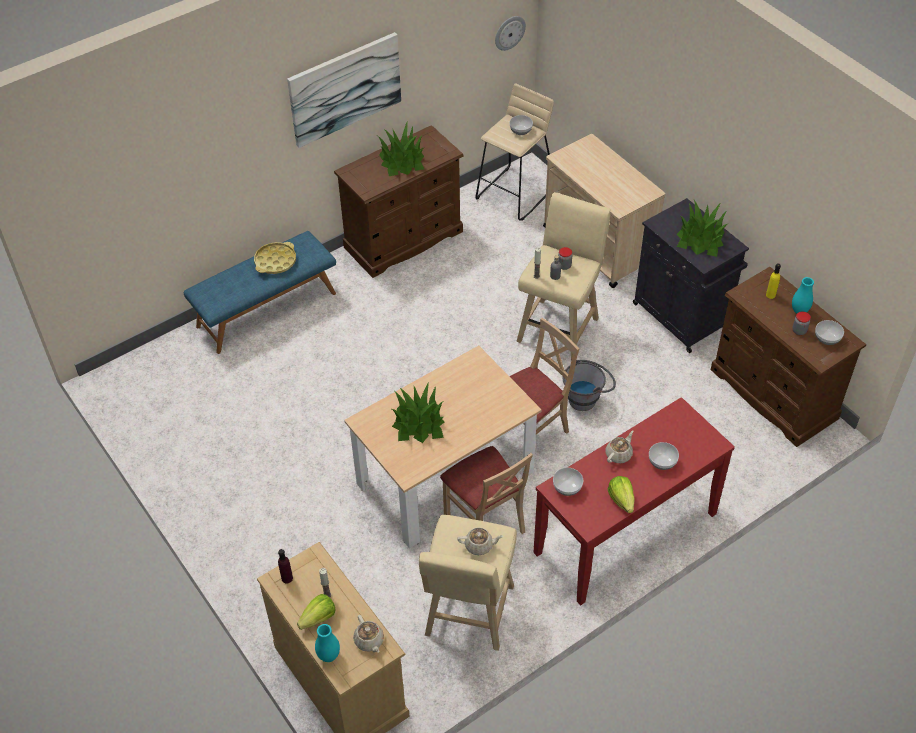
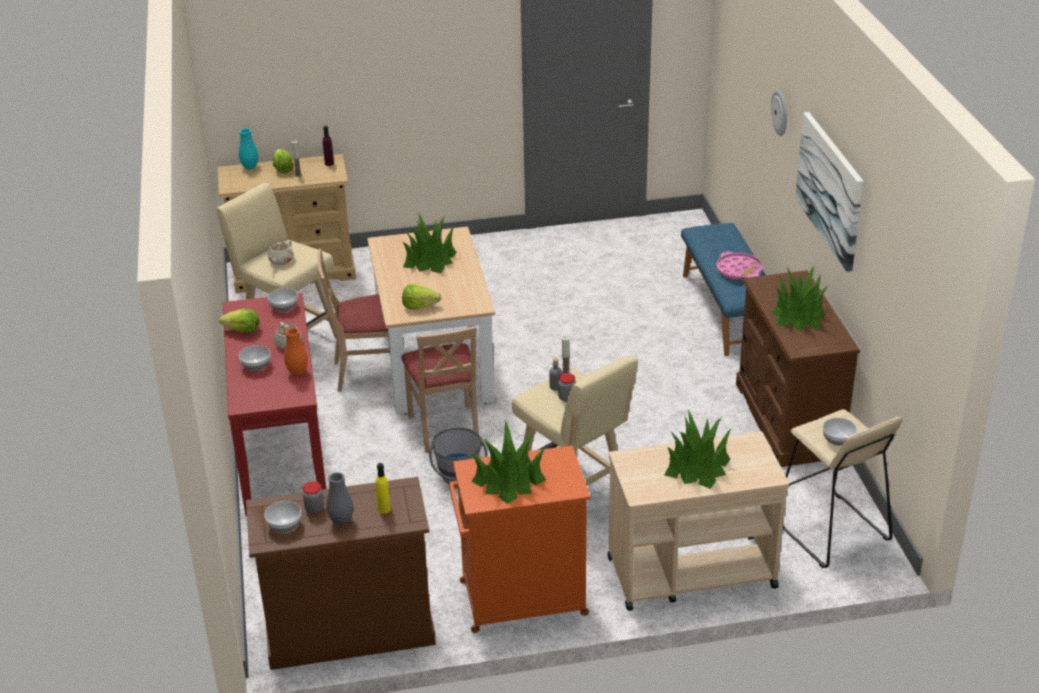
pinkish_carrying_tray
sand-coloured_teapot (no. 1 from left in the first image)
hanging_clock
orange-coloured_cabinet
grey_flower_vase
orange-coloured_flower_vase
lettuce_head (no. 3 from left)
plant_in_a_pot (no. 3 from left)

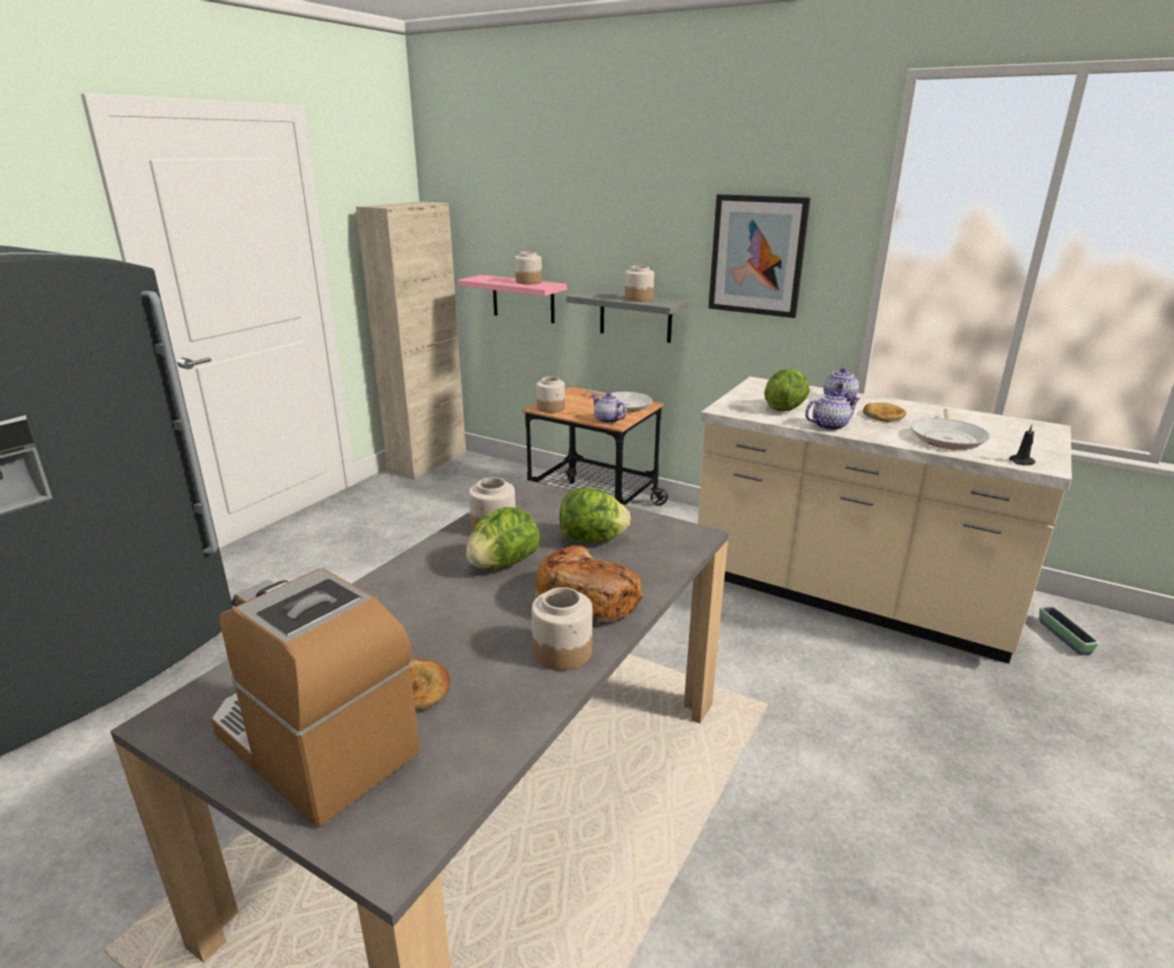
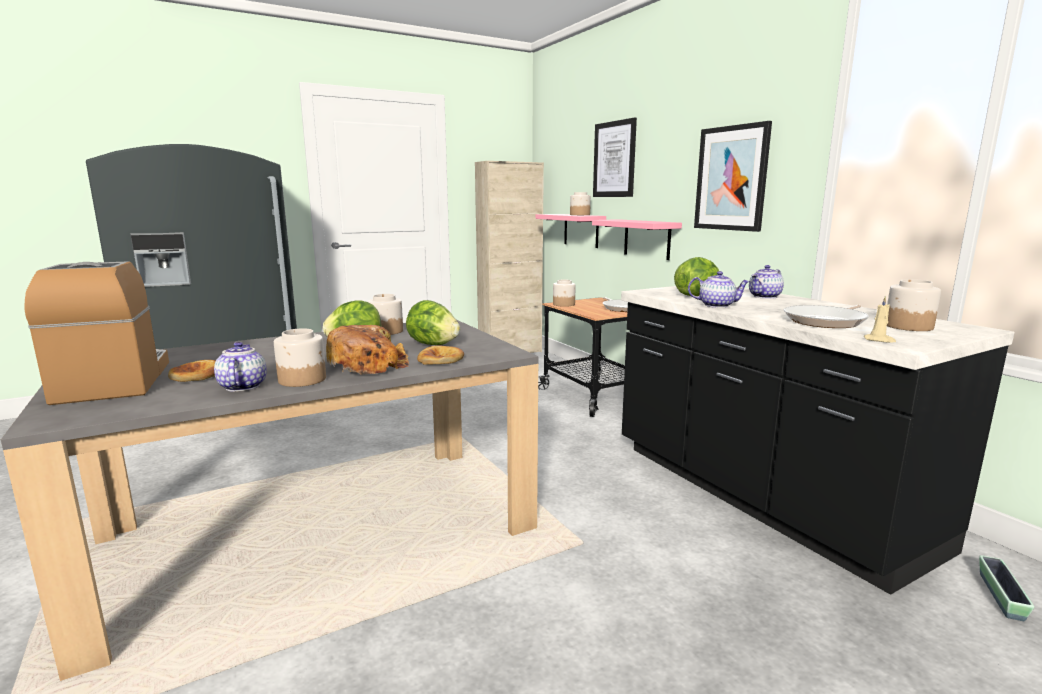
pinkish_shelf (no. 2 from left)
teapot (no. 1 from left)
jar (no. 5 from left)
black-coloured_kitchen_base_unit
bread (no. 3 from left)
sand-coloured_wax_candle
picture (no. 1 from left)

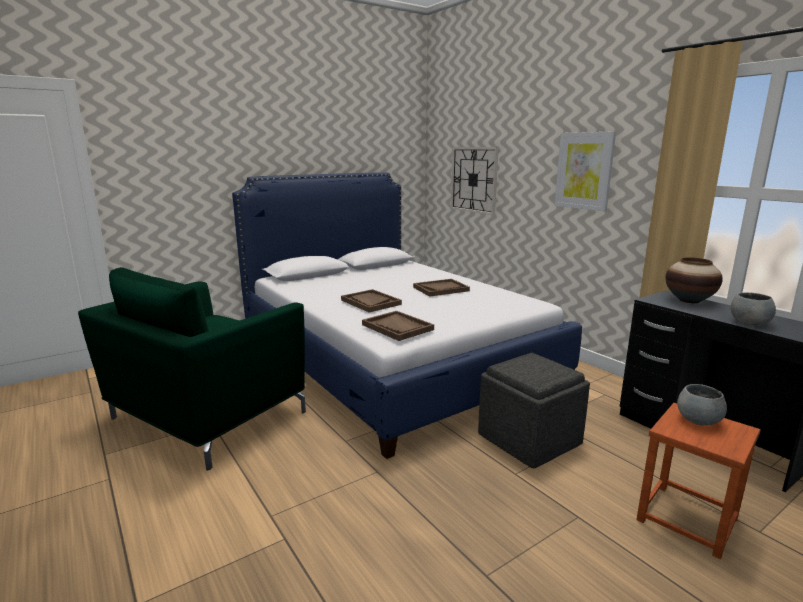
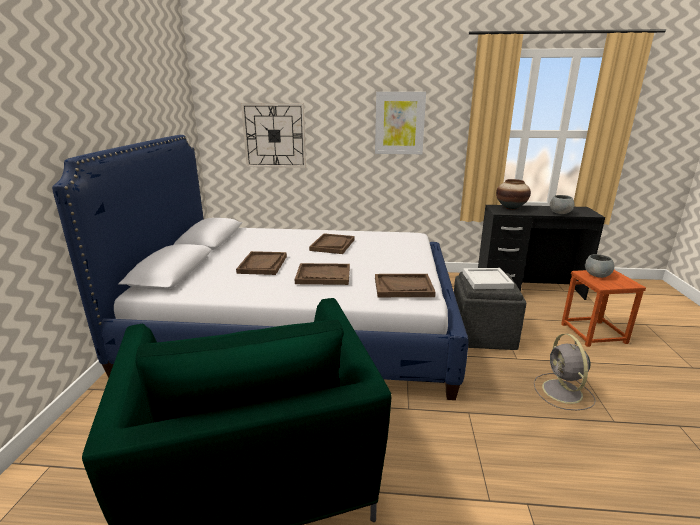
brown_carrying_tray (no. 1 from left)
whitish_carrying_tray
grey_fan

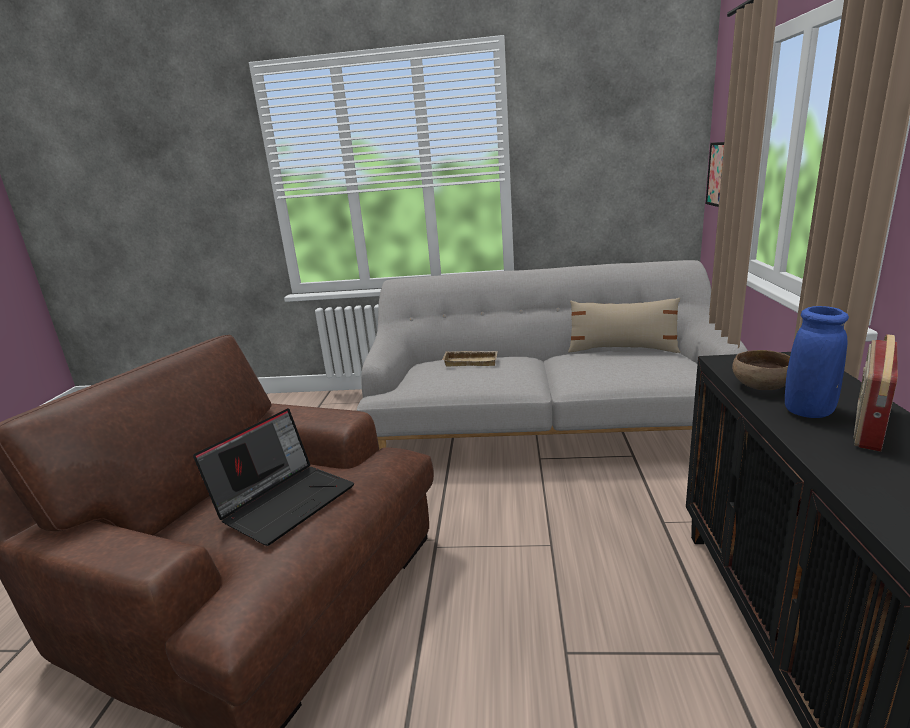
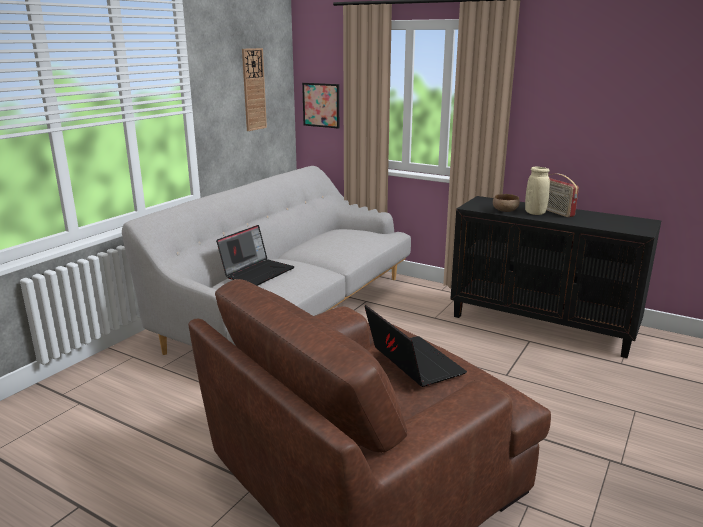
laptop (no. 1 from left)
sand-coloured_pillow
sand-coloured_flower_vase
hanging_clock

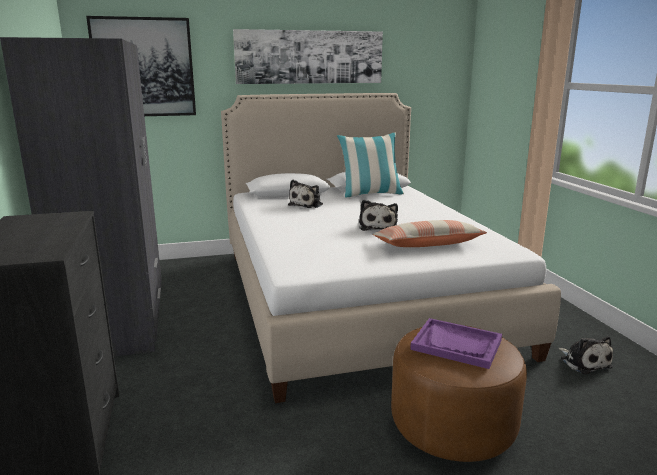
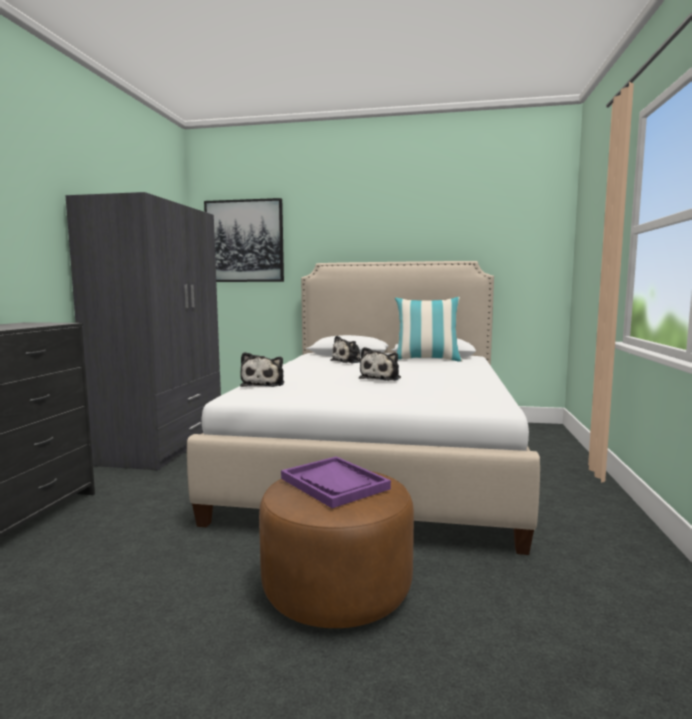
picture (no. 2 from left in the first image)
pillow (no. 2 from left in the first image)
plush_toy (no. 1 from left)

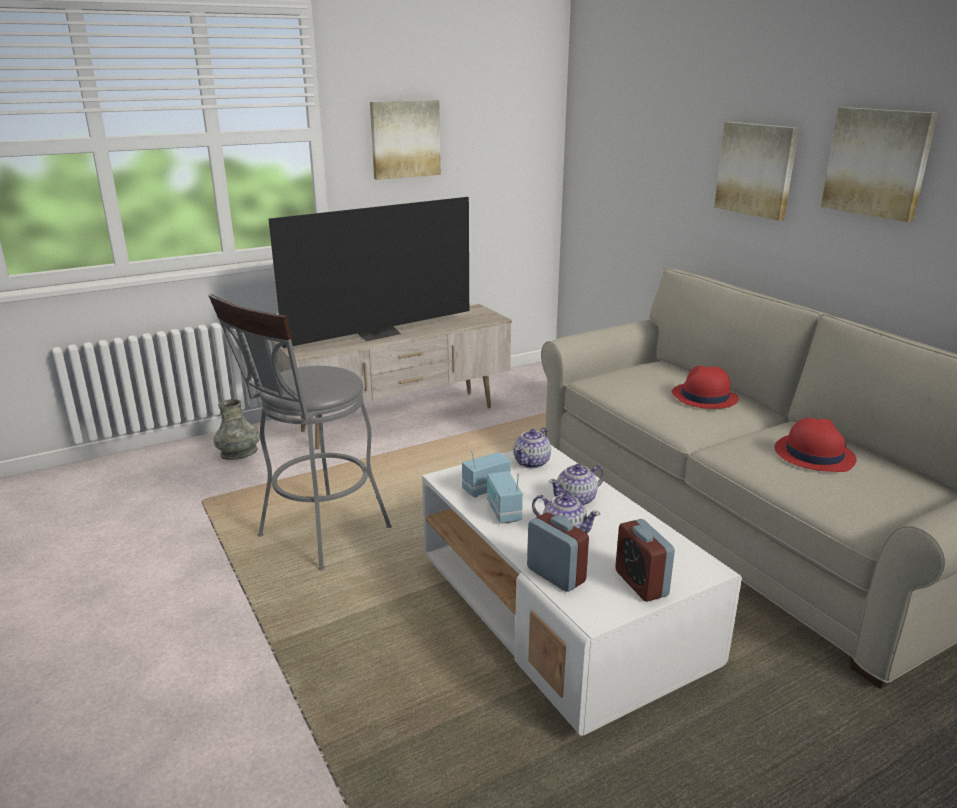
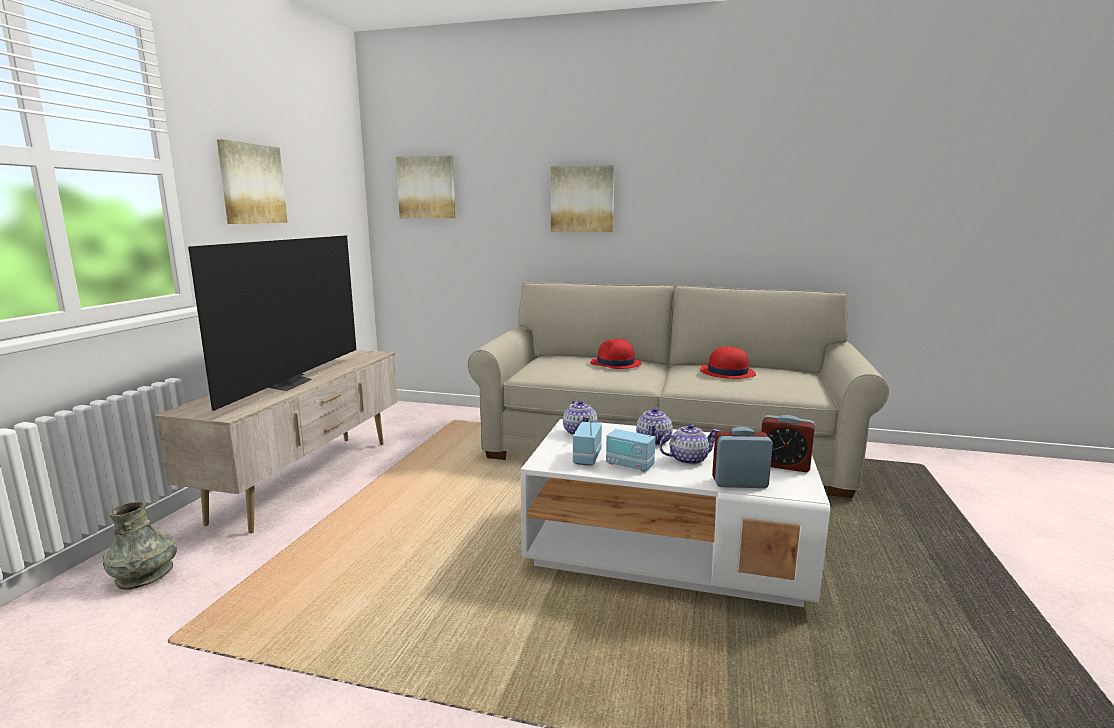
grey_sitting_stool
picture (no. 2 from left)

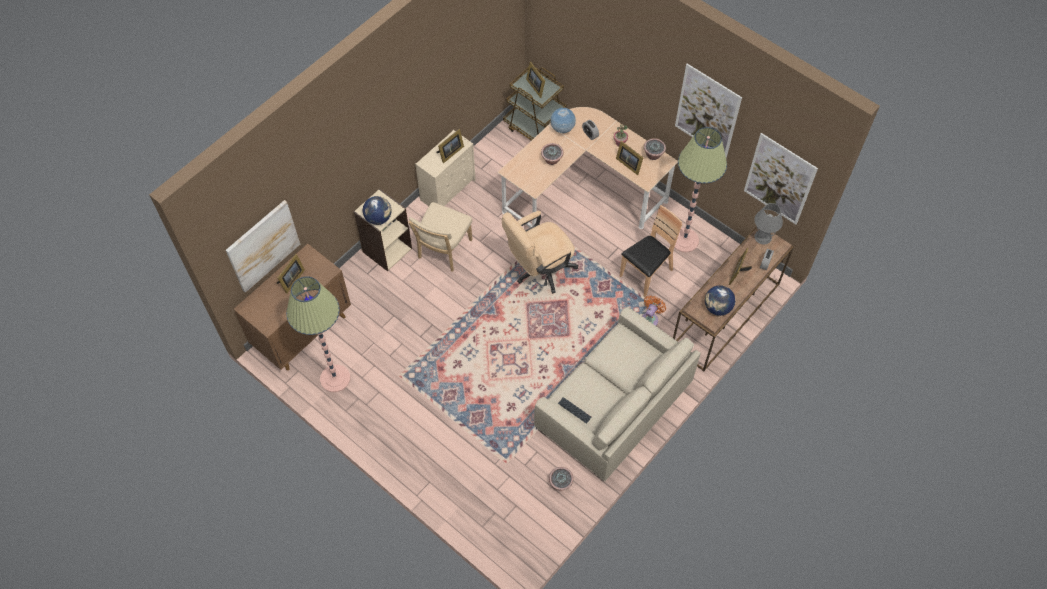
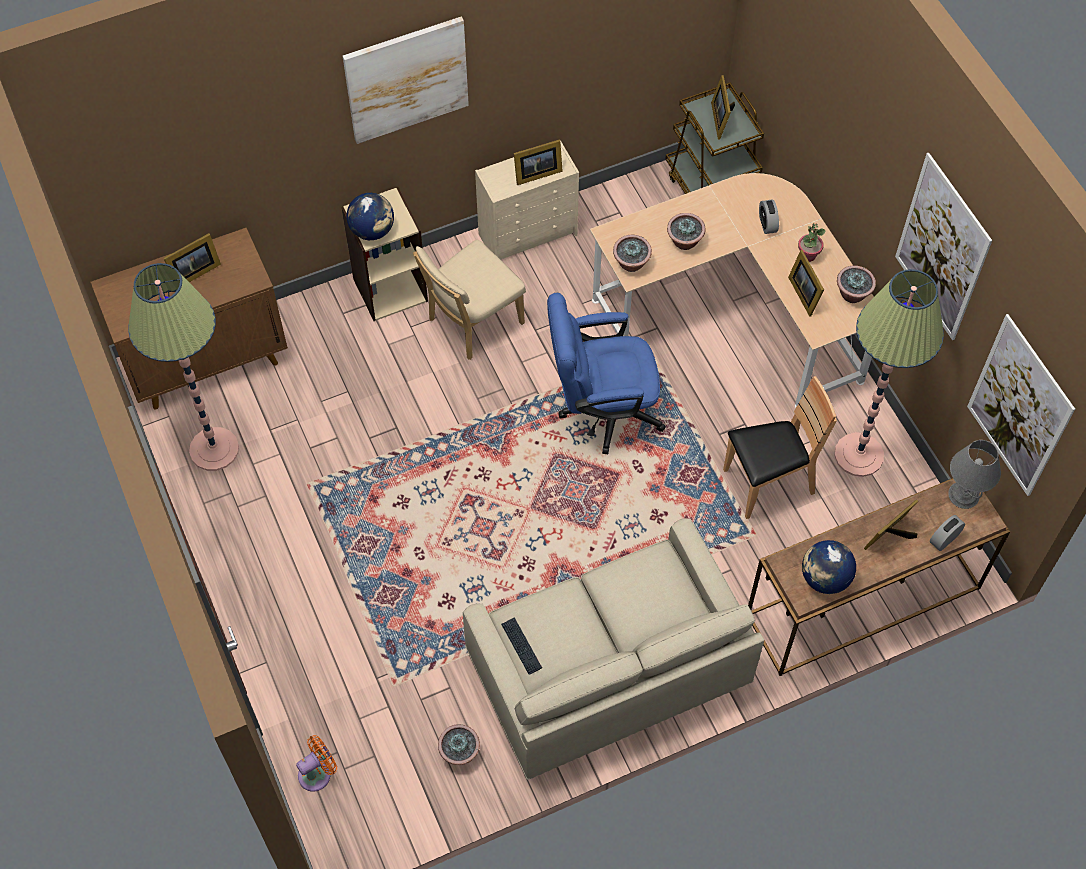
picture (no. 1 from left)
blue-coloured_office_chair
desk_globe (no. 2 from left in the first image)
orange-coloured_fan
plant_in_a_pot (no. 2 from left)

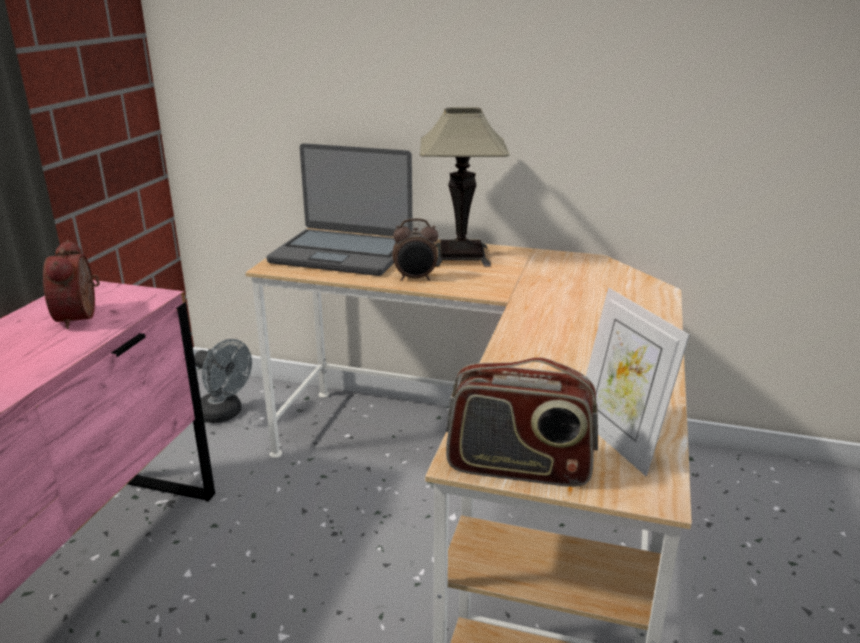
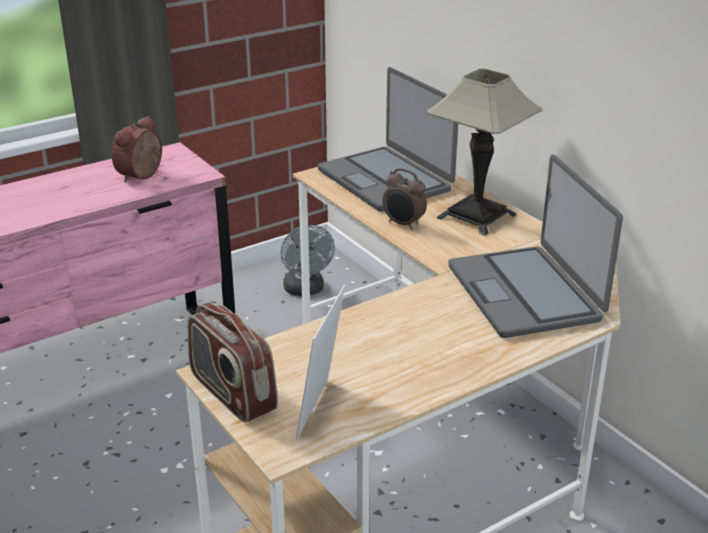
laptop (no. 2 from left)

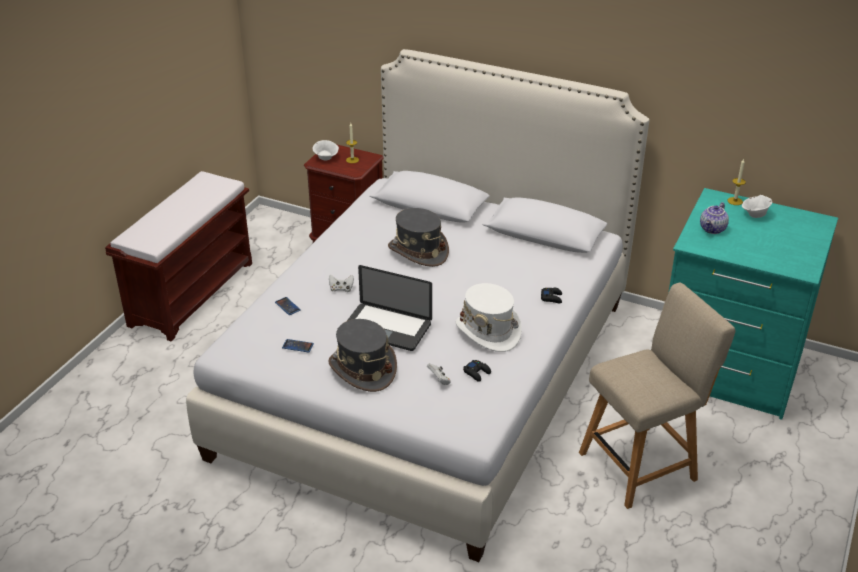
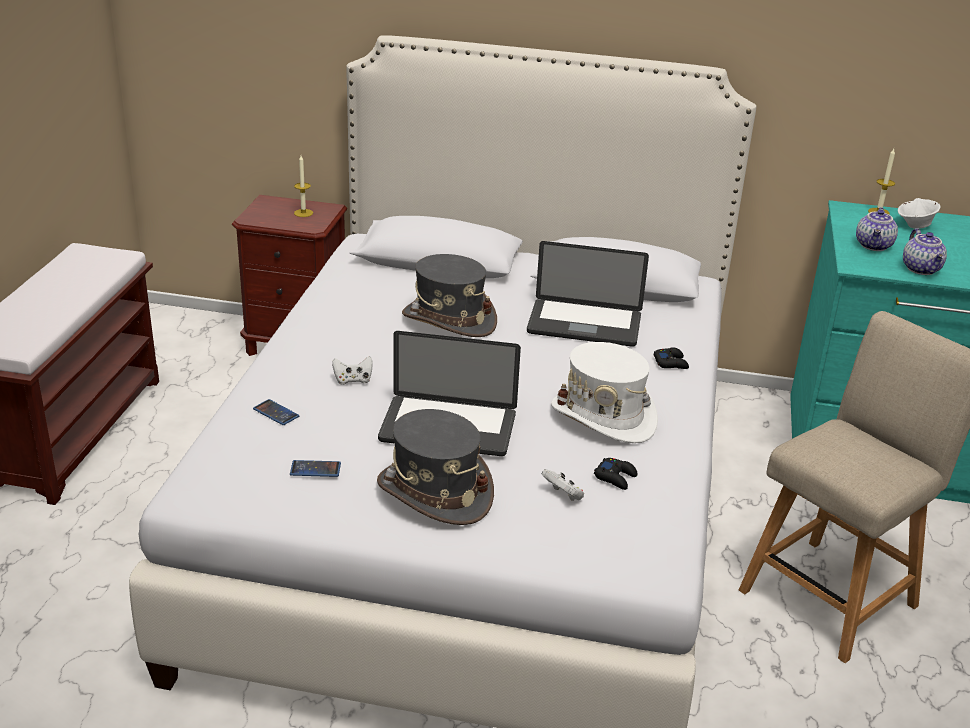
whitish_bowl (no. 1 from left in the first image)
laptop (no. 2 from left)
teapot (no. 2 from left)

